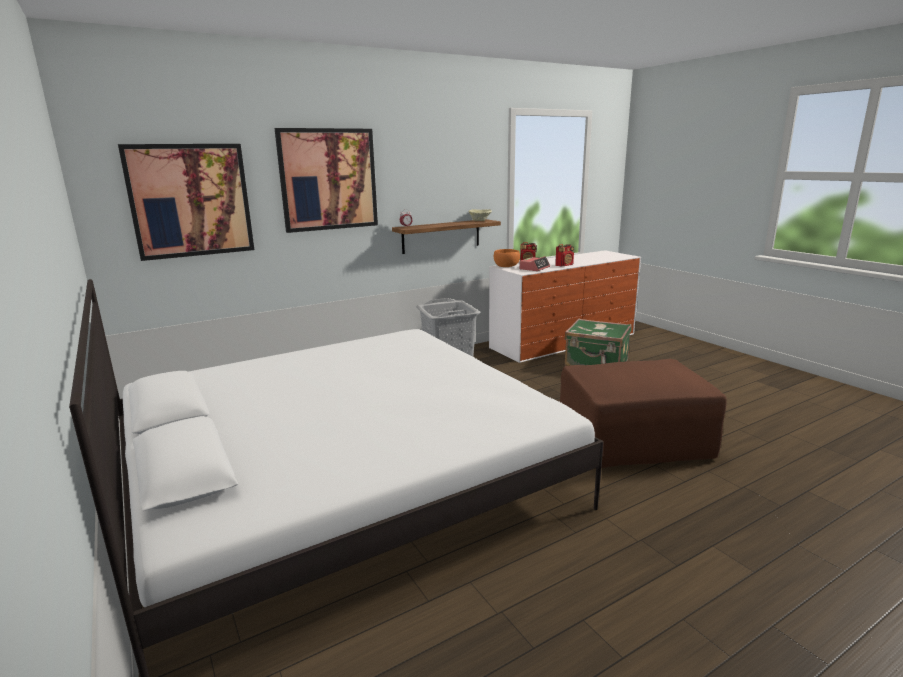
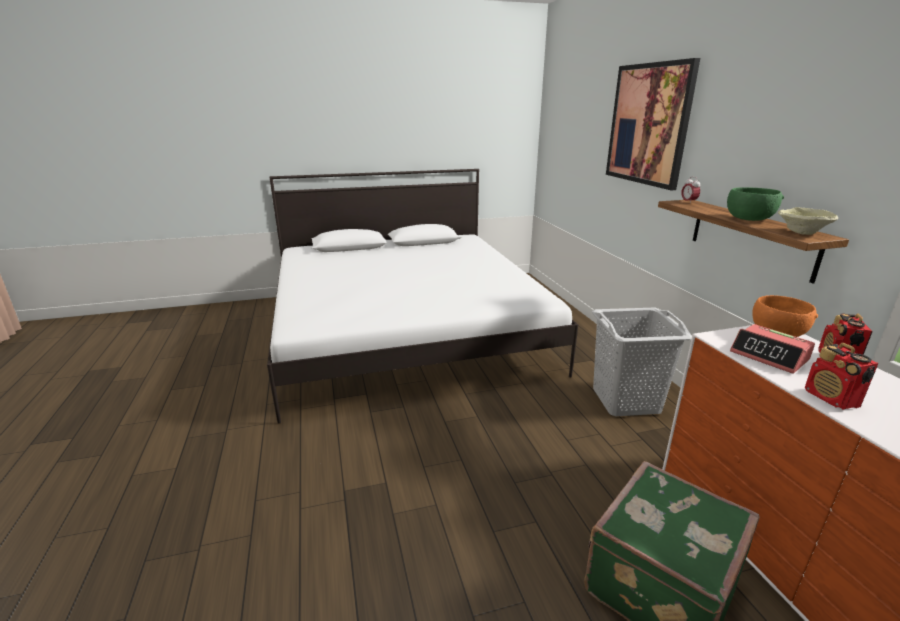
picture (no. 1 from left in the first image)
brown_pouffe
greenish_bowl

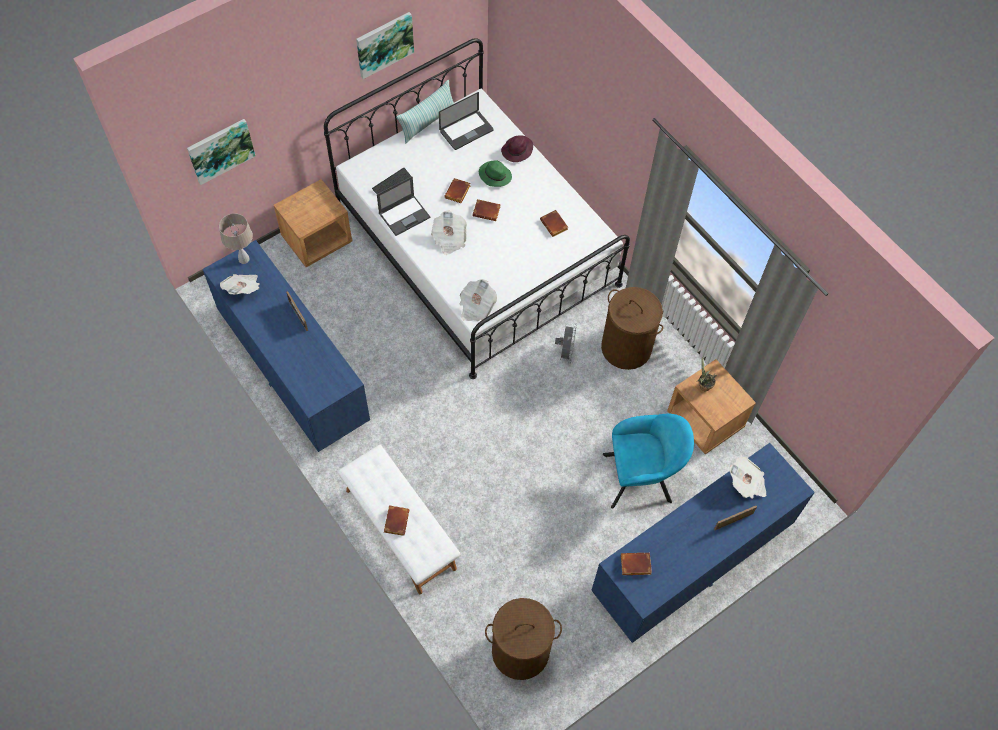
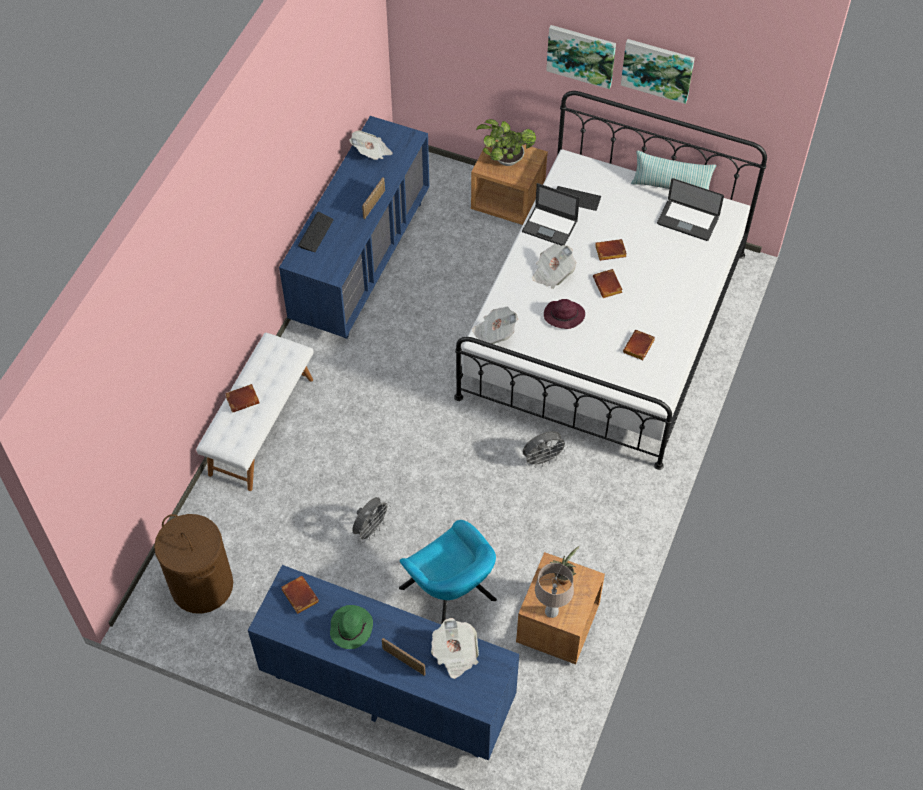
picture (no. 1 from left)
sand-coloured_tabletop_lamp
greenish_wearable_hat
purple-coloured_wearable_hat
brown_hamper (no. 2 from left in the first image)
computer_keyboard (no. 1 from left)
grey_fan (no. 1 from left)
plant_in_a_pot (no. 1 from left)

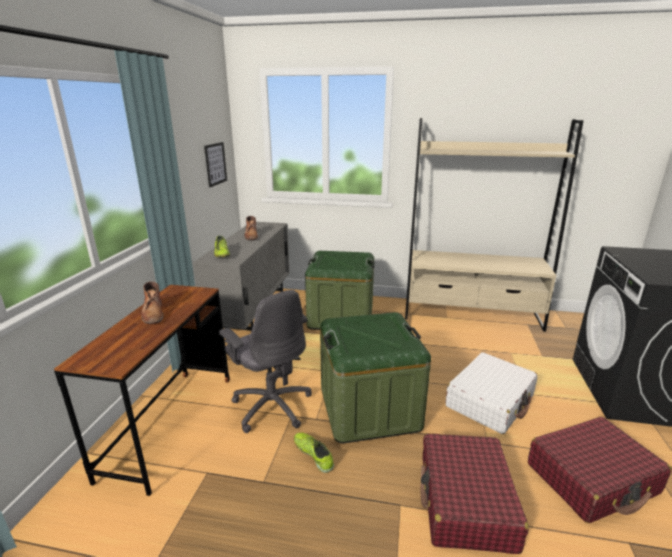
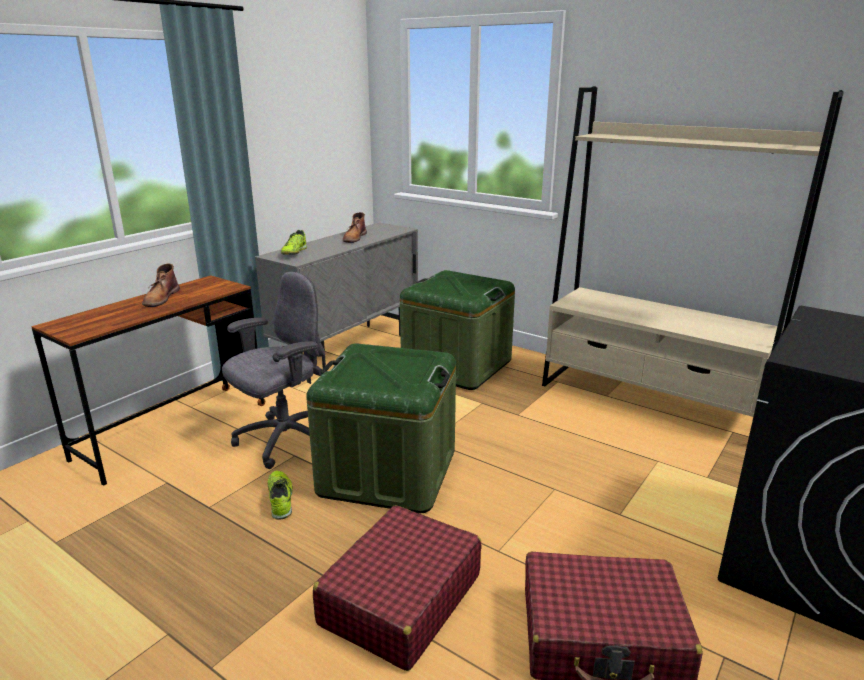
picture
grey_office_chair
whitish_travel_case

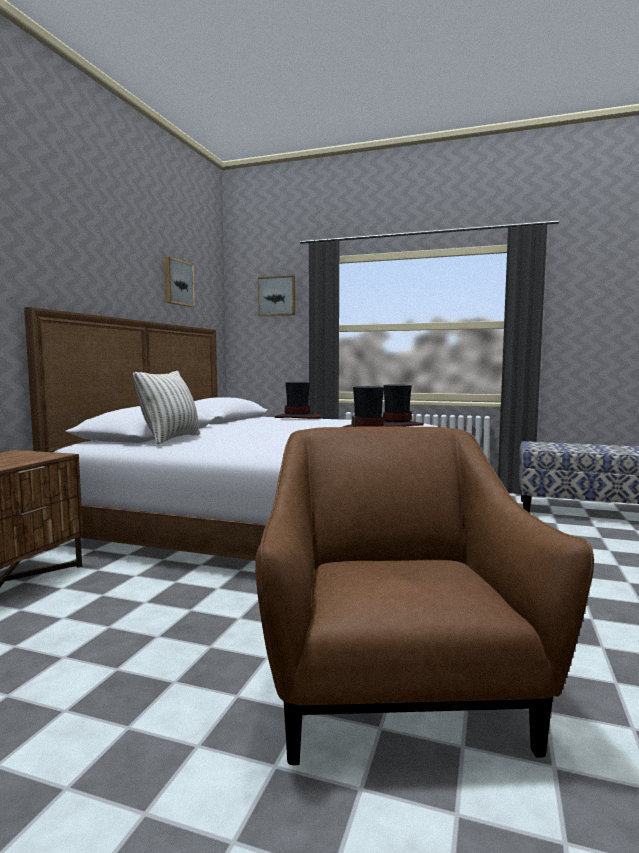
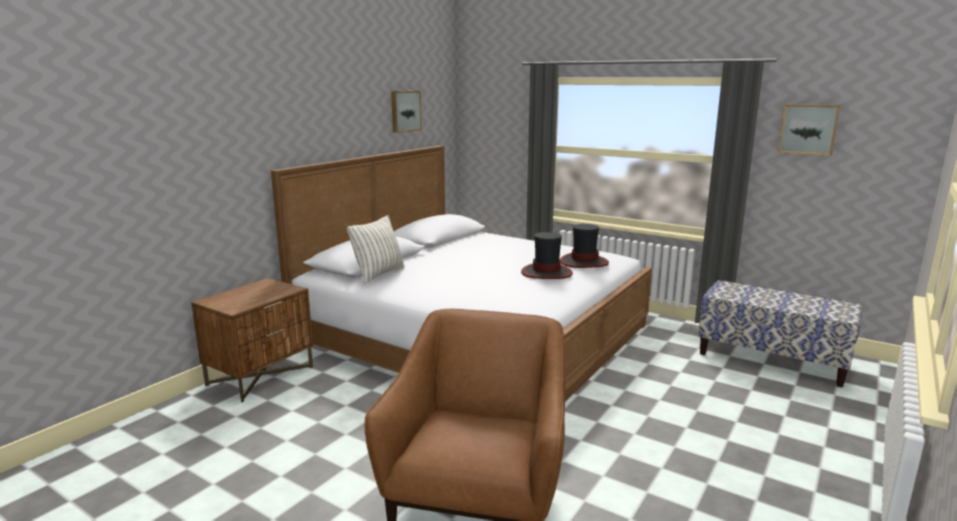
picture (no. 2 from left)
wearable_hat (no. 1 from left in the first image)

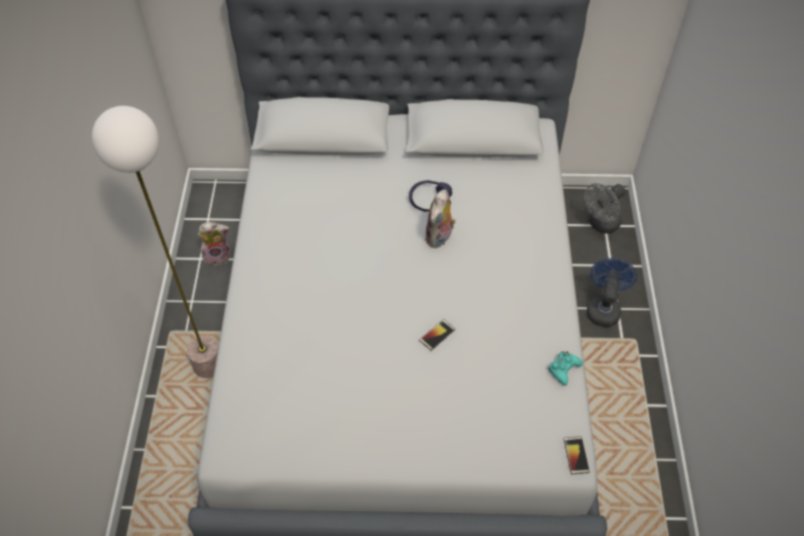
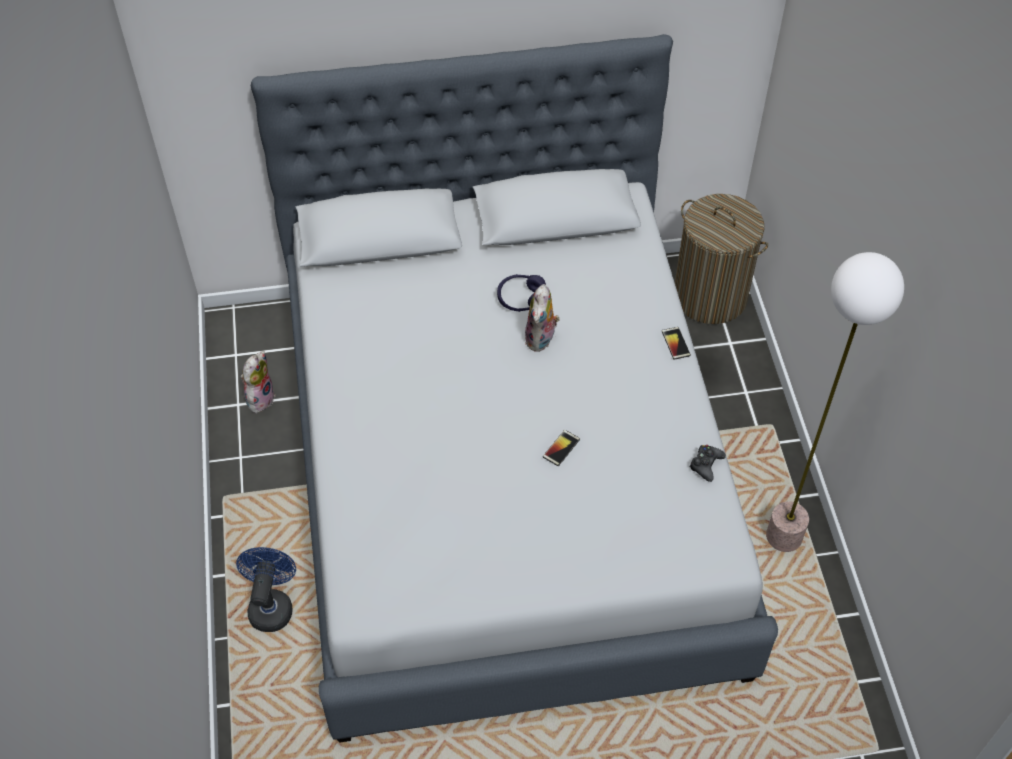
floor_lamp
plush_toy (no. 1 from left)
black-coloured_joypad
phone (no. 2 from left)
hamper
blue-coloured_fan

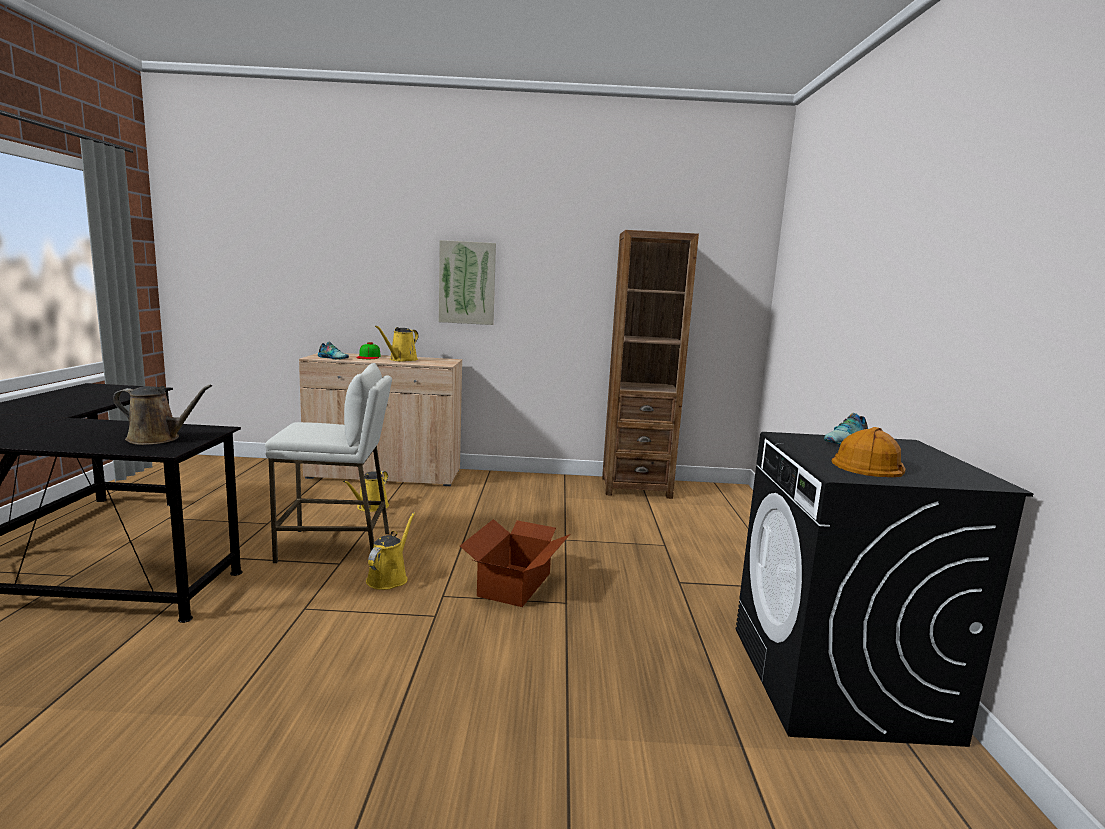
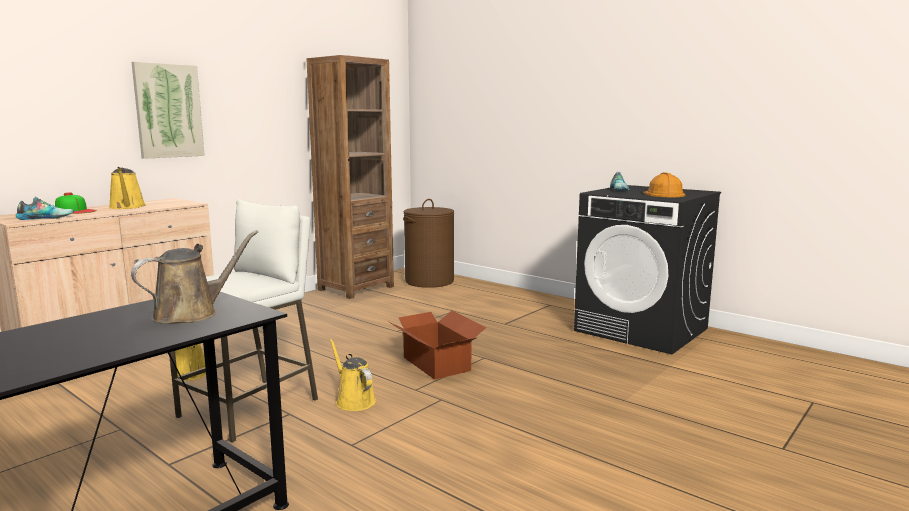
brown_hamper

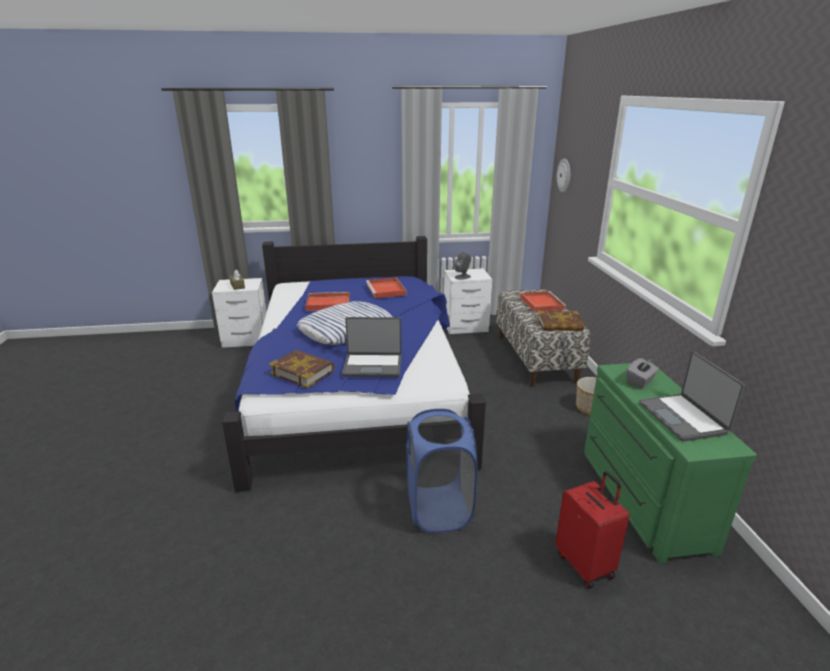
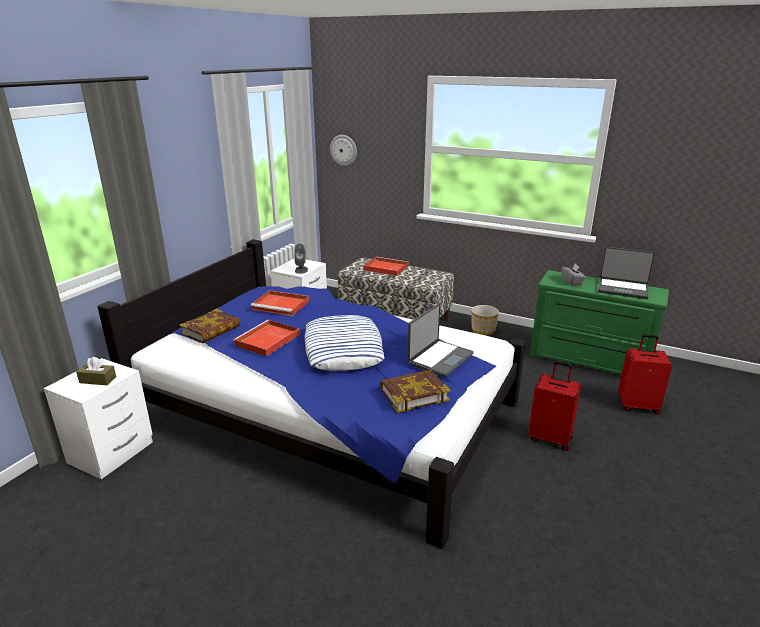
red-coloured_travel_case (no. 1 from left)
bound_book (no. 1 from left)

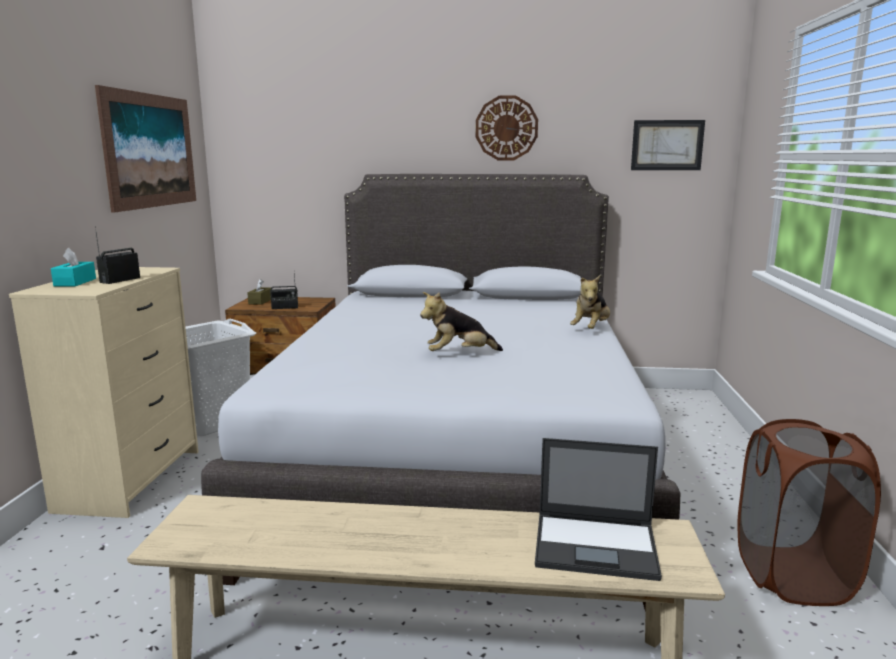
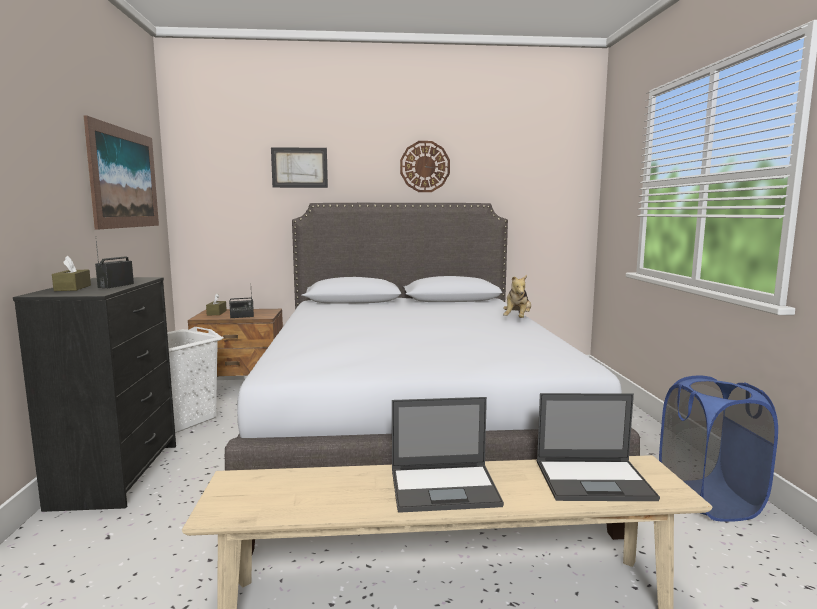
black-coloured_chest_of_drawers
brown_tissue_box (no. 1 from left)
plush_toy (no. 1 from left in the first image)
picture (no. 2 from left)
blue-coloured_hamper
laptop (no. 1 from left)

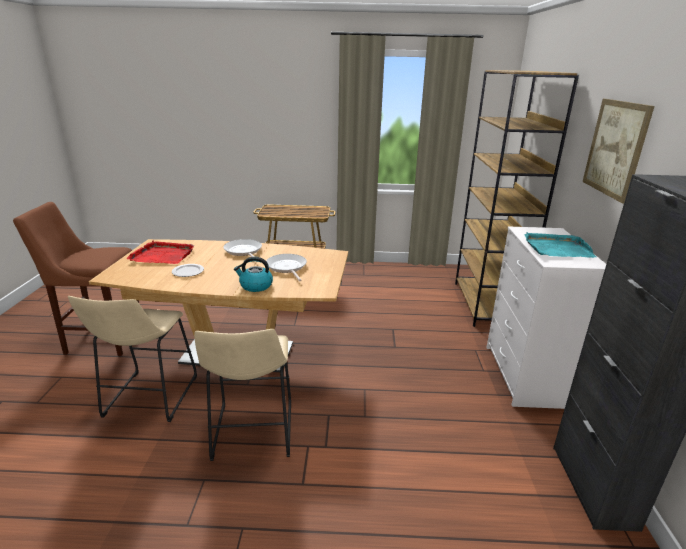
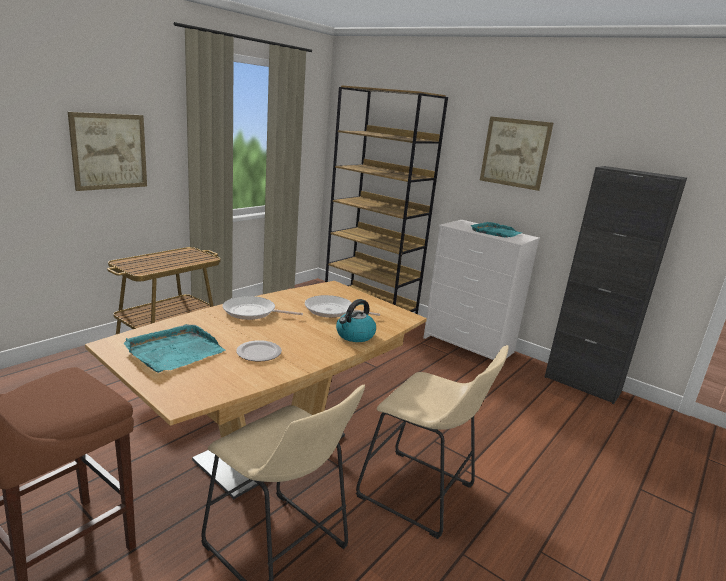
turquoise-coloured_carrying_tray (no. 1 from left)
picture (no. 1 from left)

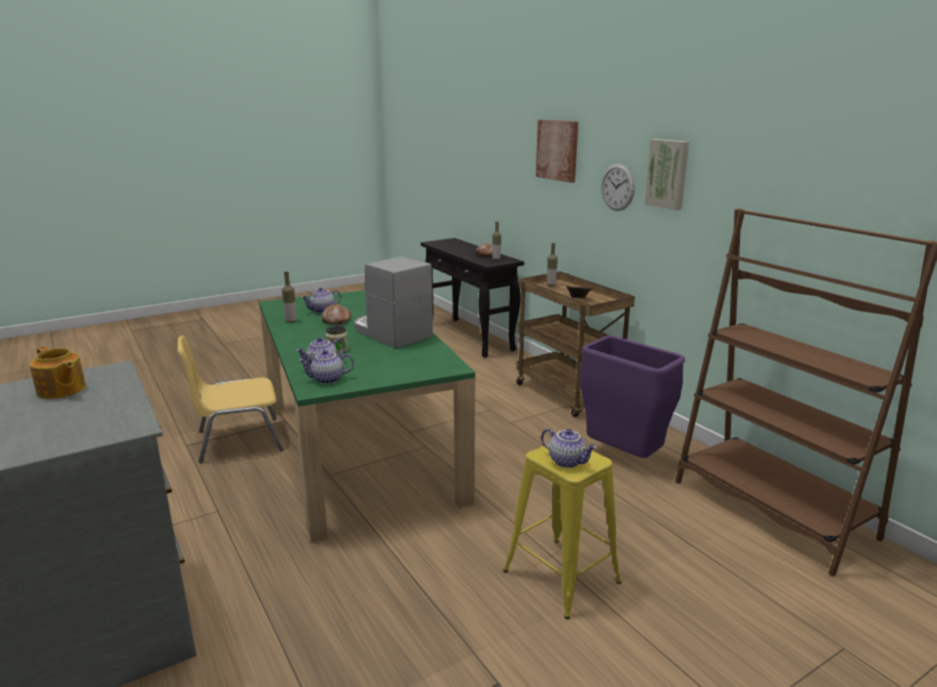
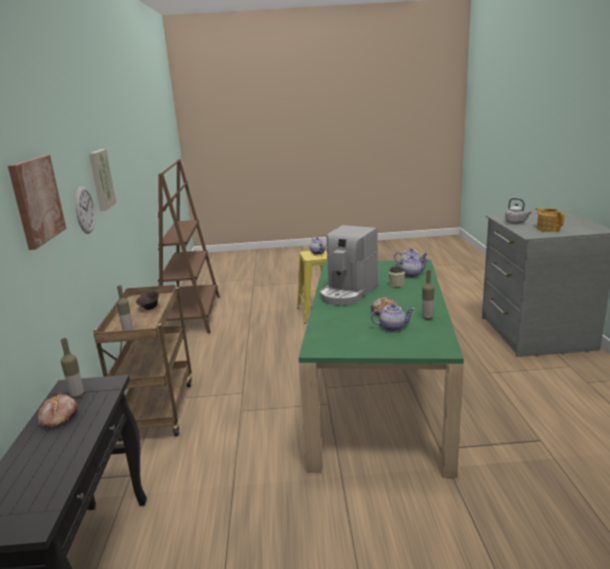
yellowish_upright_chair
coffee_maker
purple-coloured_rubbish_bin
grey_water_kettle

